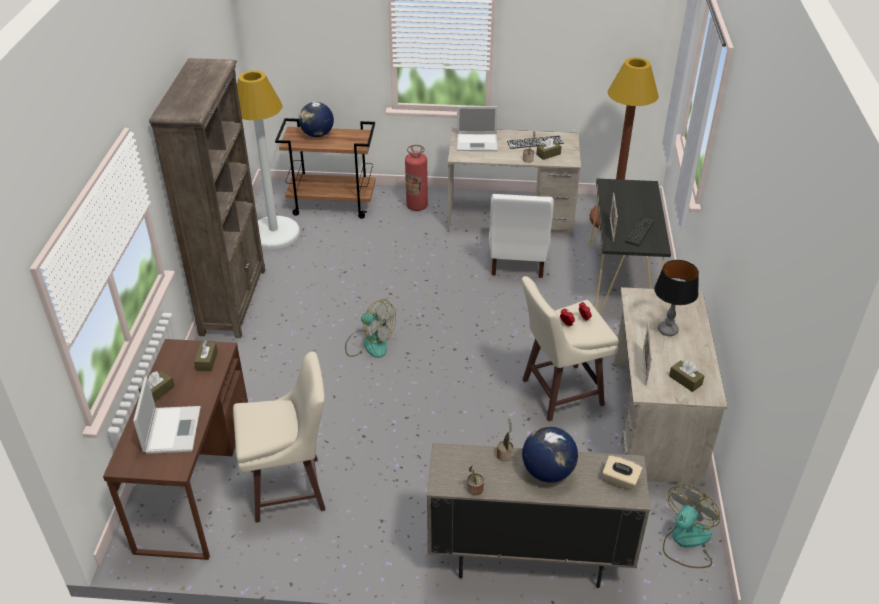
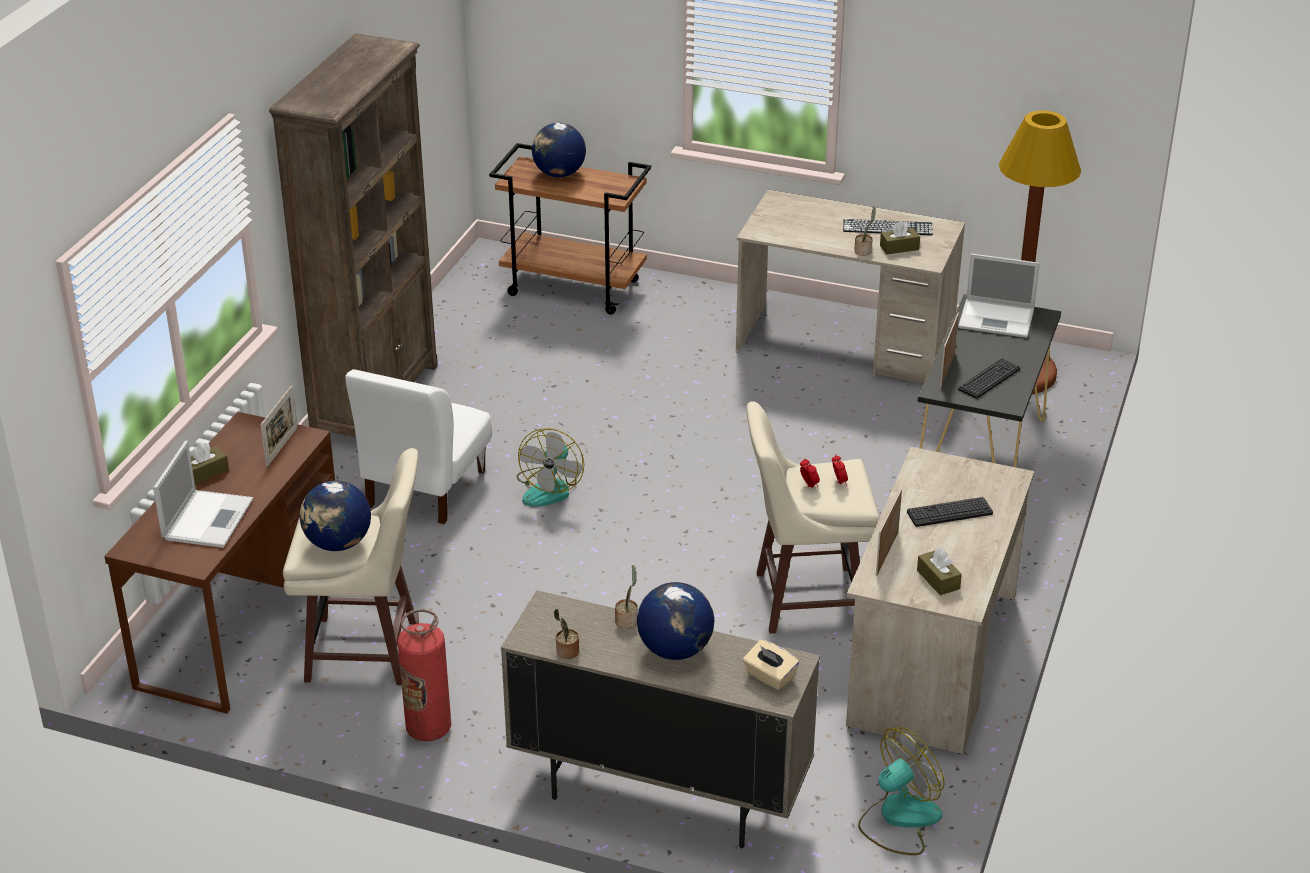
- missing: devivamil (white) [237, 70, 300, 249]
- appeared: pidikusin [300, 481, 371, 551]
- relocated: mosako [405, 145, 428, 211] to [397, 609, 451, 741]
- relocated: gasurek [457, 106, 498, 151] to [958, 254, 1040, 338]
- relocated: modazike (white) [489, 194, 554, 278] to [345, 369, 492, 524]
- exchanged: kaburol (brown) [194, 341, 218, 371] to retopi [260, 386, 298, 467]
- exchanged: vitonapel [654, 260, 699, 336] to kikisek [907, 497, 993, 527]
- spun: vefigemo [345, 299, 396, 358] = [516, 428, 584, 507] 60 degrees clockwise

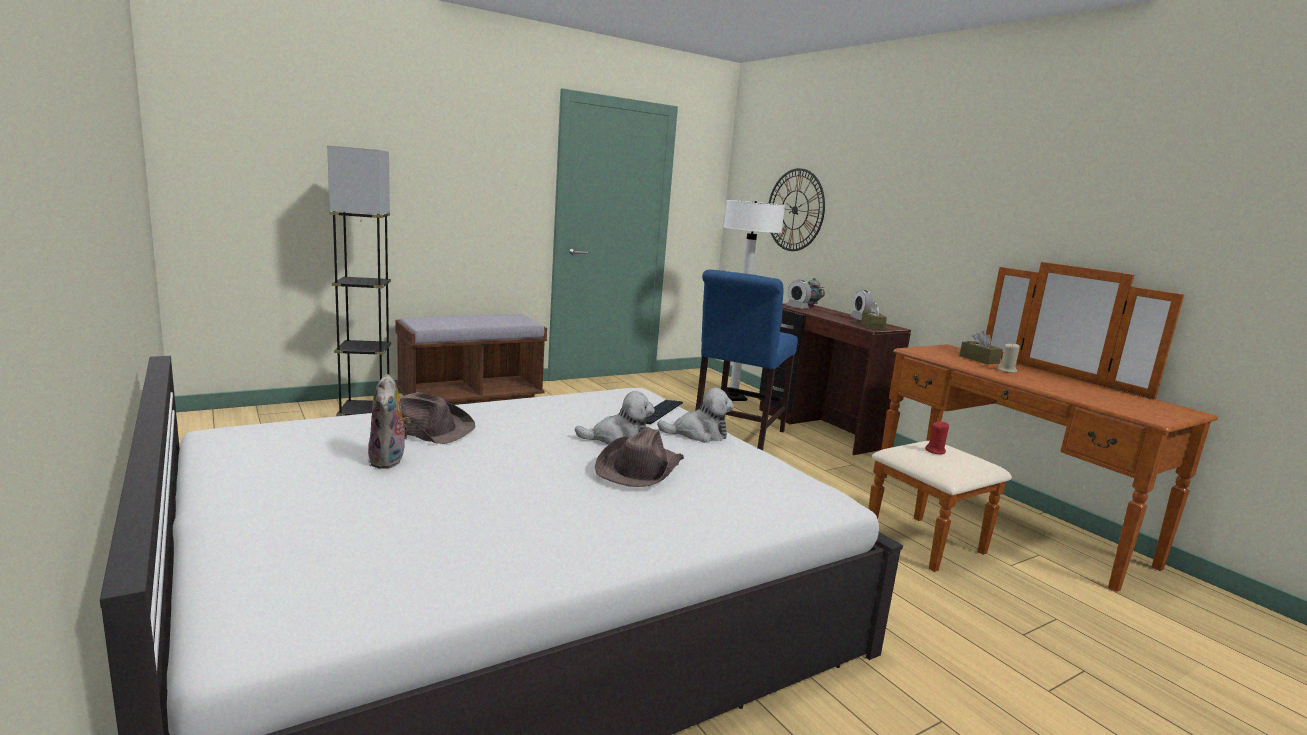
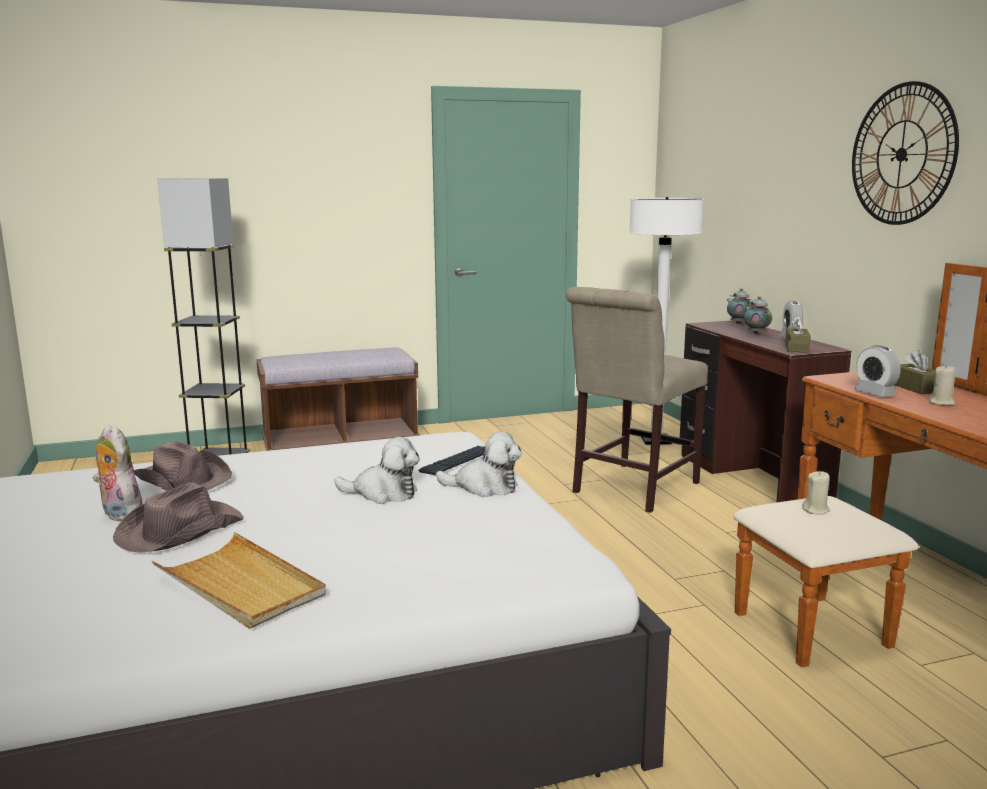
- appeared: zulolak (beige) [152, 532, 326, 629]
- appeared: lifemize [744, 296, 772, 335]
- relocated: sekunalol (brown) [595, 427, 684, 487] to [113, 483, 244, 553]
- relocated: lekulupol [769, 168, 825, 251] to [852, 81, 959, 225]
- relocated: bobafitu [787, 280, 811, 309] to [854, 345, 900, 397]
- colour: modazike (blue) [695, 270, 798, 451] to modazike (beige) [566, 287, 708, 513]
- colour: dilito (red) [925, 421, 949, 454] to dilito (beige) [802, 471, 830, 514]
- spun: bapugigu [368, 374, 411, 469] = [93, 424, 143, 521] 135 degrees clockwise

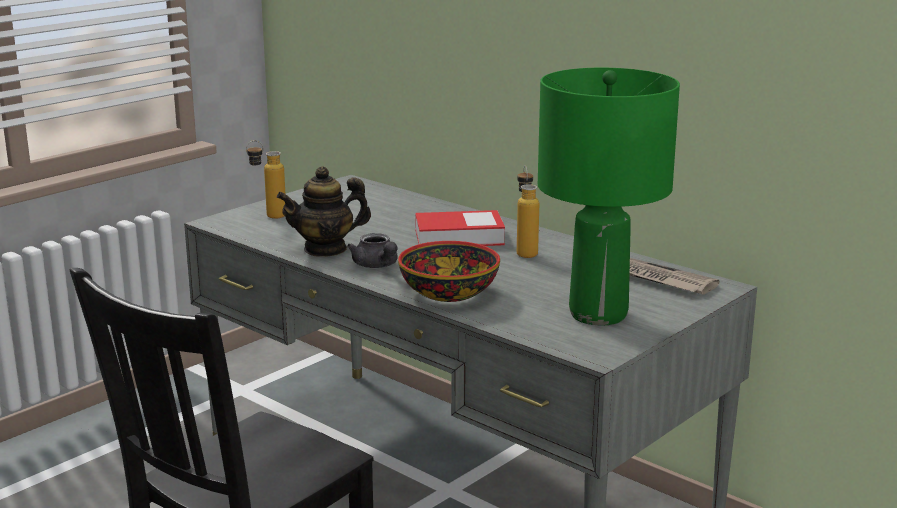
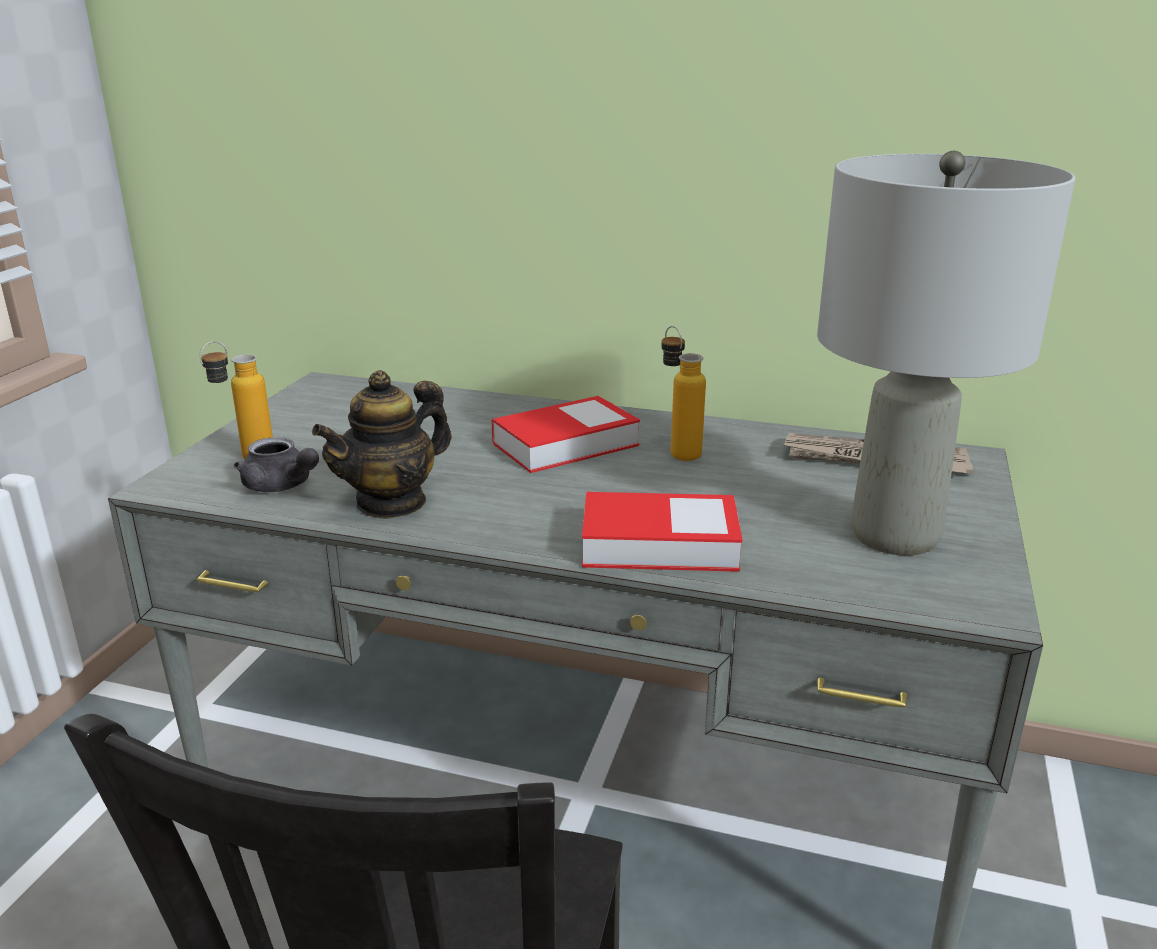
- relocated: lifemize (grey) [347, 233, 398, 268] to [234, 437, 319, 492]
- exchanged: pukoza [398, 241, 500, 302] to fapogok [582, 492, 743, 572]
- colour: vitonapel (green) [538, 68, 680, 326] to vitonapel (grey) [817, 151, 1075, 555]

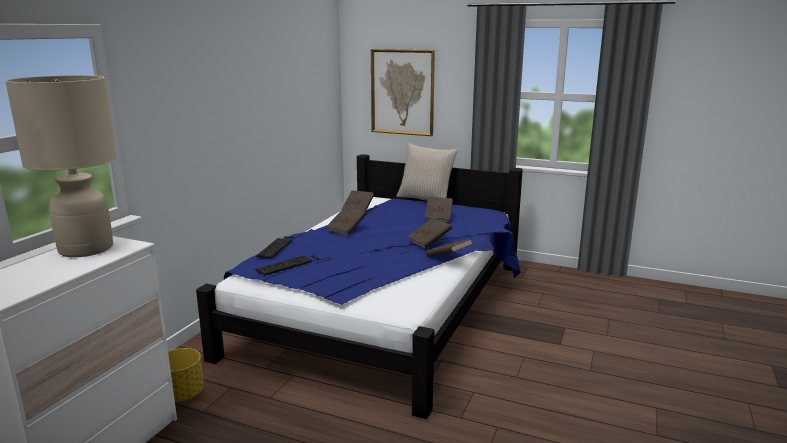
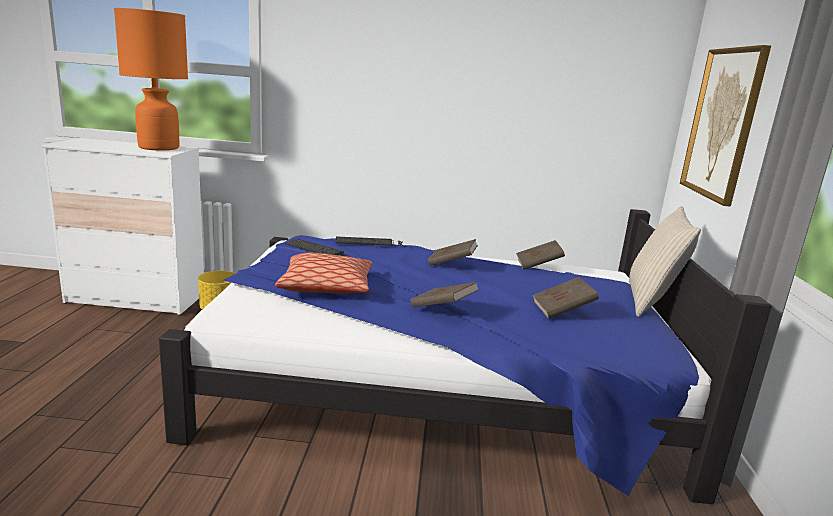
- missing: fapogok (brown) [426, 239, 473, 257]
- appeared: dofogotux [275, 253, 373, 294]
- colour: vitonapel (beige) [5, 75, 117, 257] to vitonapel (orange) [114, 8, 188, 151]

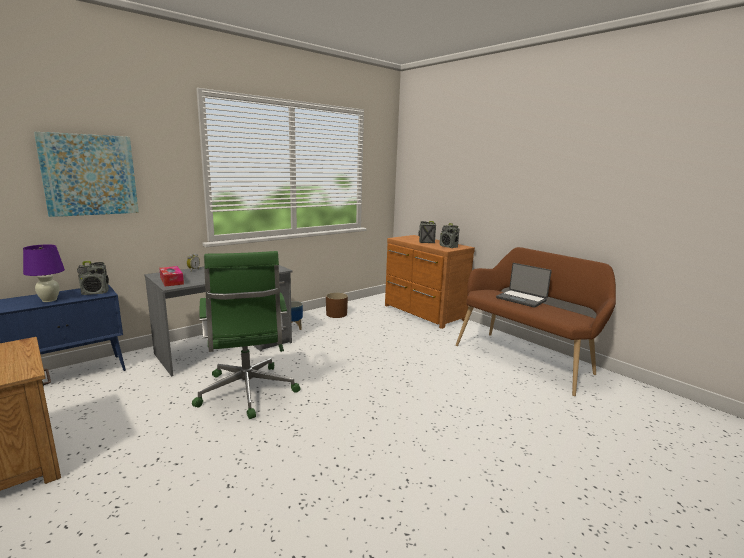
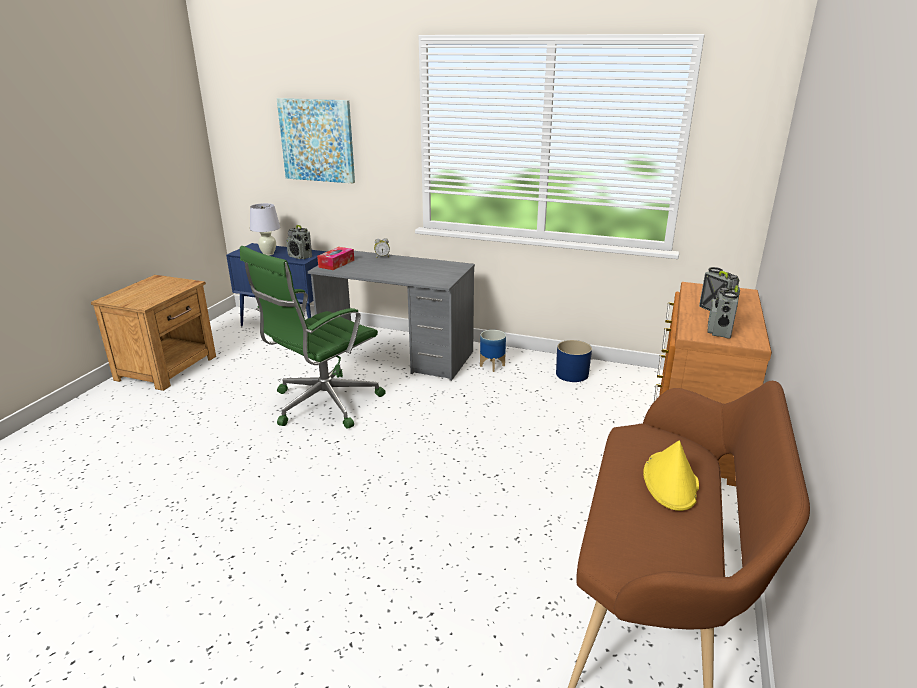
- exchanged: gasurek [496, 263, 552, 308] to sekunalol (yellow) [643, 440, 699, 511]
- colour: vitonapel (purple) [23, 244, 65, 302] to vitonapel (white) [250, 203, 280, 256]
- colour: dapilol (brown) [326, 293, 348, 318] to dapilol (blue) [556, 340, 592, 382]

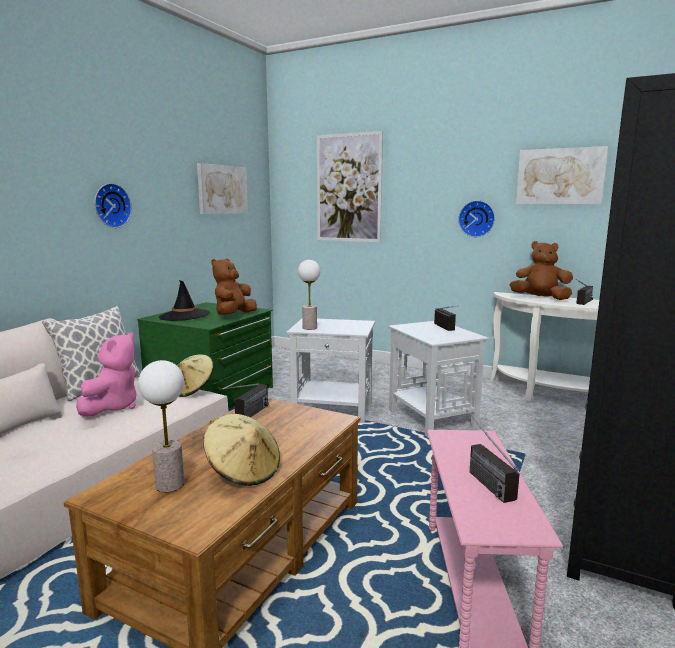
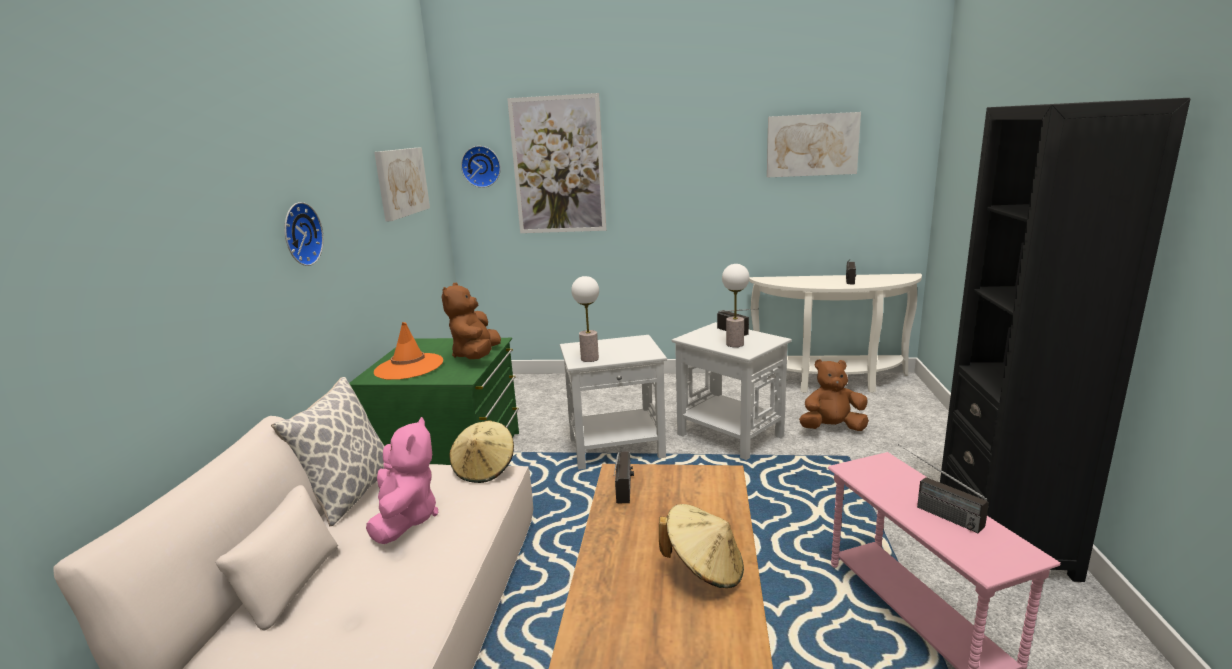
- relocated: vitonapel [138, 360, 184, 492] to [722, 264, 750, 347]
- relocated: lekulupol [458, 200, 495, 237] to [461, 146, 501, 188]
- relocated: bapugigu (brown) [510, 241, 573, 300] to [799, 359, 869, 431]
- colour: sekunalol (black) [159, 280, 210, 321] to sekunalol (orange) [374, 322, 443, 380]

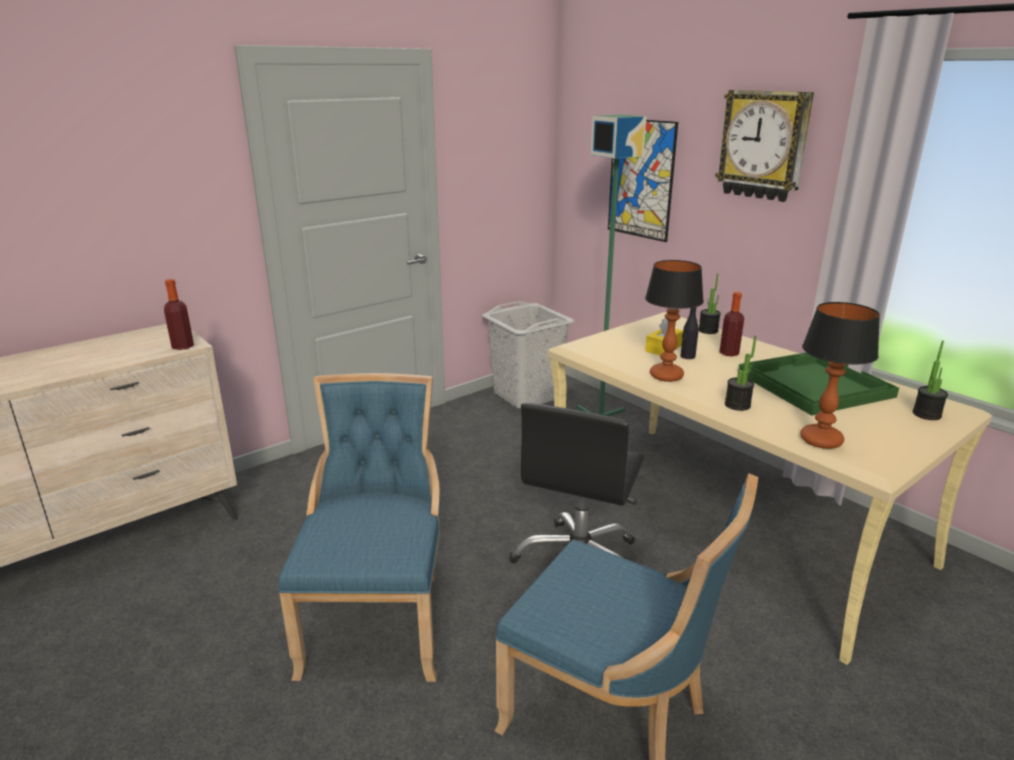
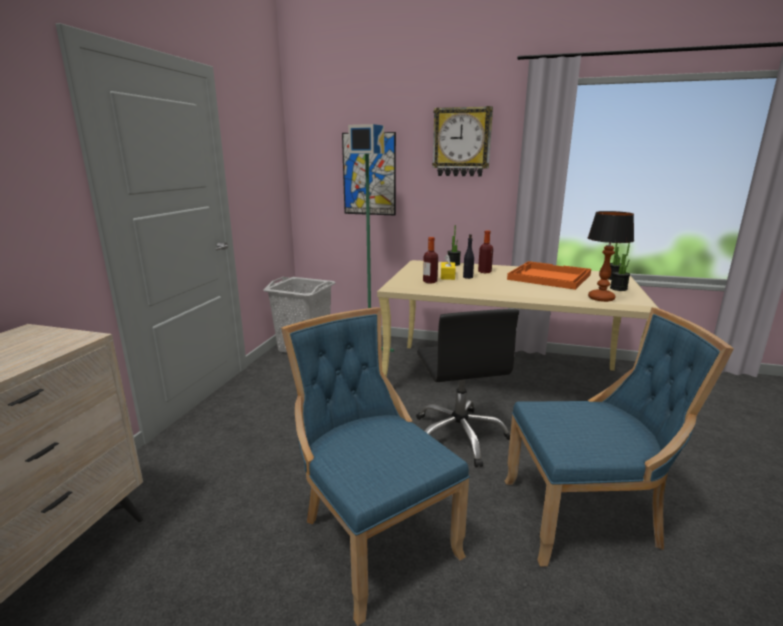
- missing: vitonapel [645, 260, 704, 382]
- relocated: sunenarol [164, 279, 194, 350] to [423, 237, 438, 283]
- relocated: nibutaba [725, 336, 757, 411] to [610, 243, 630, 291]
- colour: zulolak (green) [738, 352, 899, 416] to zulolak (orange) [507, 261, 591, 290]

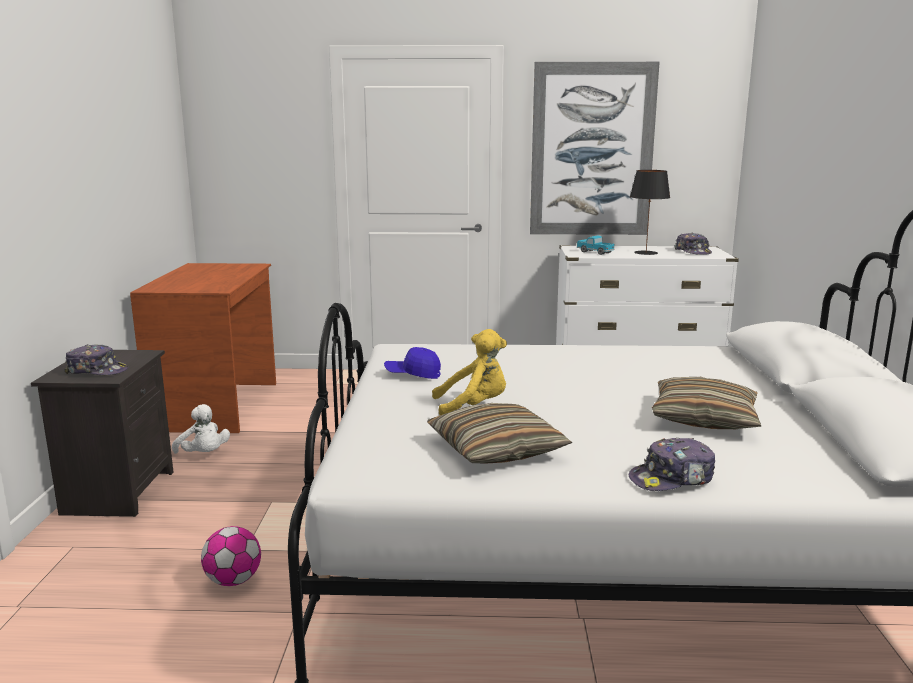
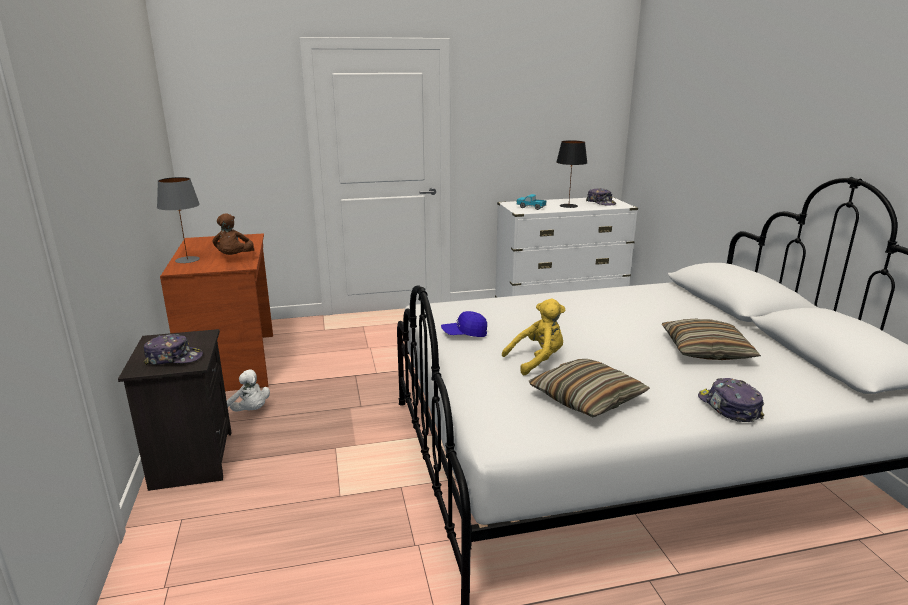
- missing: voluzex [201, 526, 261, 586]
- missing: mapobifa [530, 62, 660, 235]
- appeared: vitonapel (grey) [157, 177, 200, 263]
- appeared: bapugigu (brown) [213, 213, 254, 255]
- spun: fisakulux [629, 437, 715, 491] = [698, 378, 764, 422] 105 degrees clockwise

